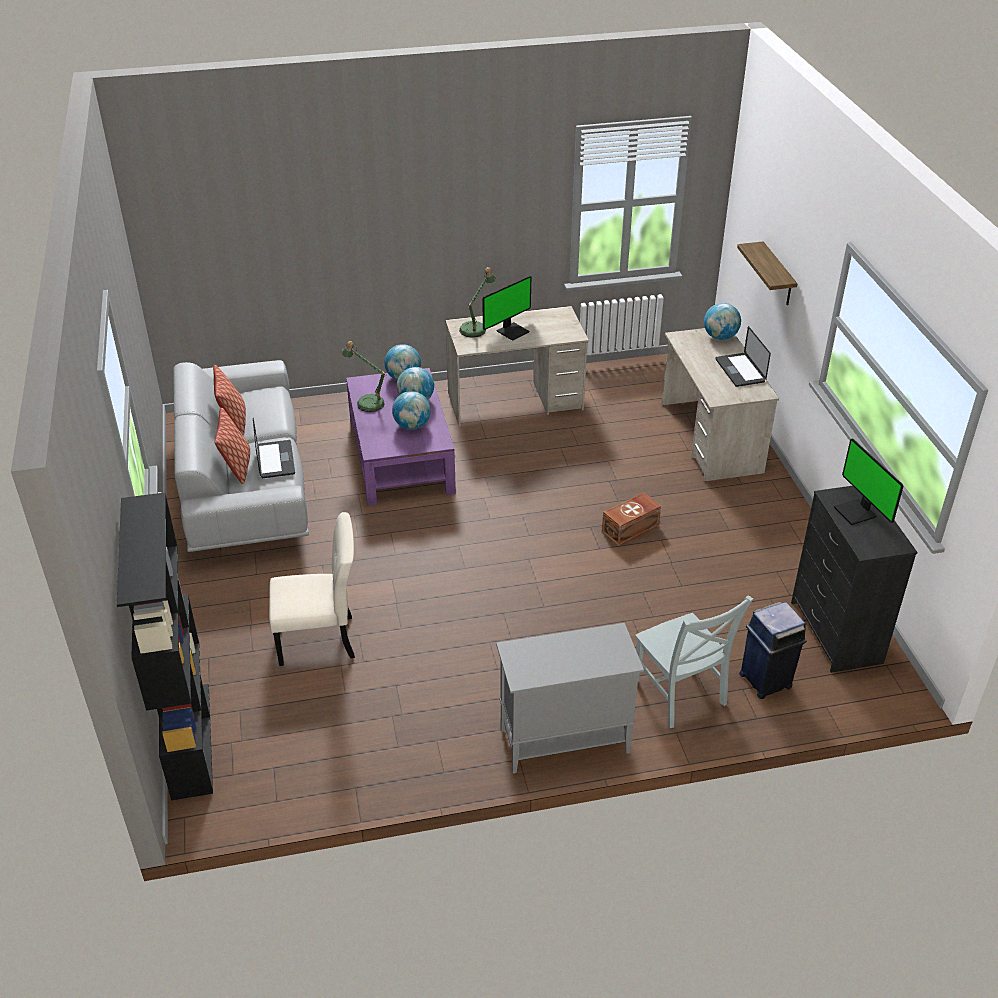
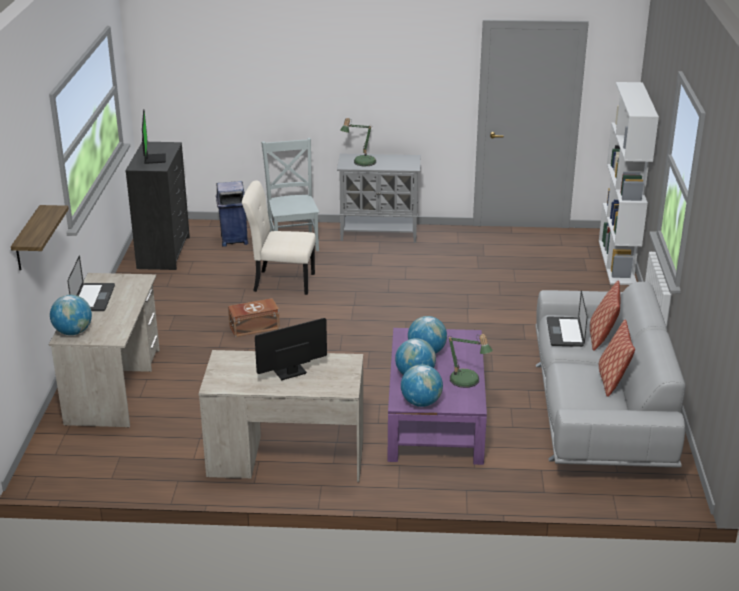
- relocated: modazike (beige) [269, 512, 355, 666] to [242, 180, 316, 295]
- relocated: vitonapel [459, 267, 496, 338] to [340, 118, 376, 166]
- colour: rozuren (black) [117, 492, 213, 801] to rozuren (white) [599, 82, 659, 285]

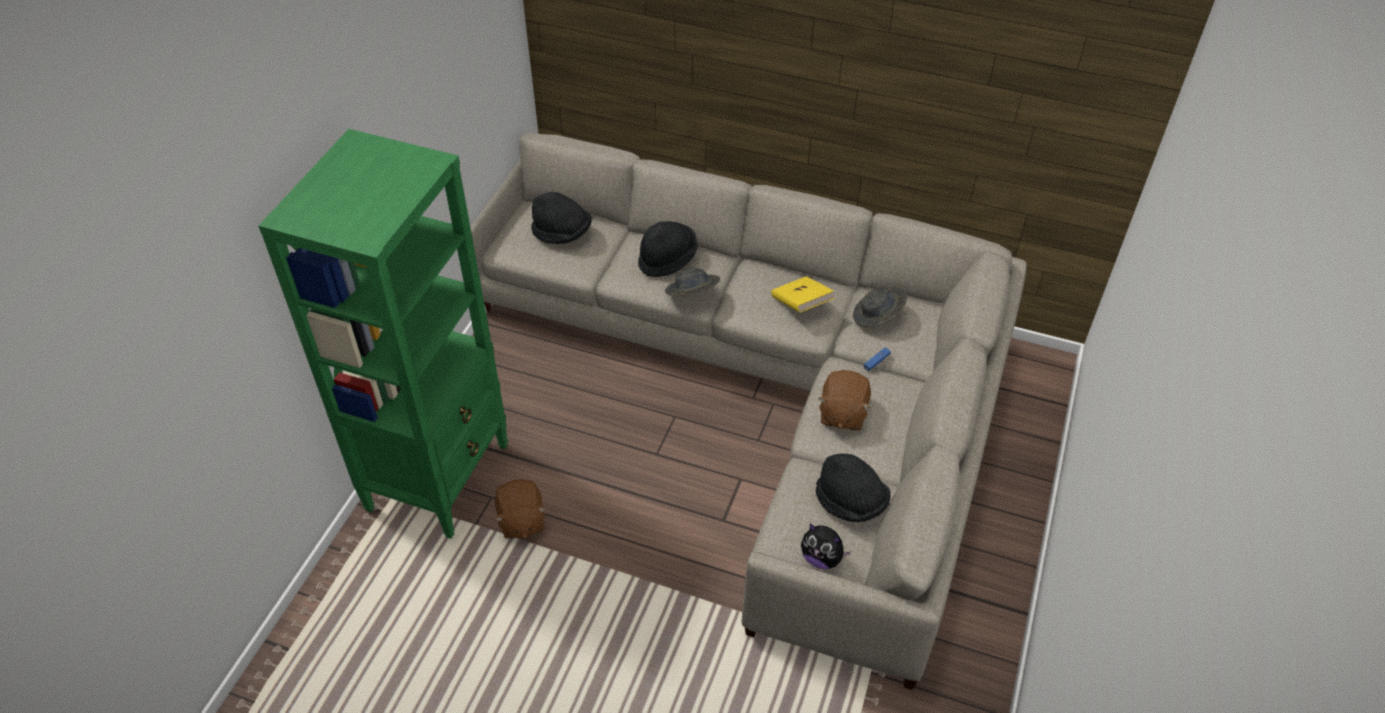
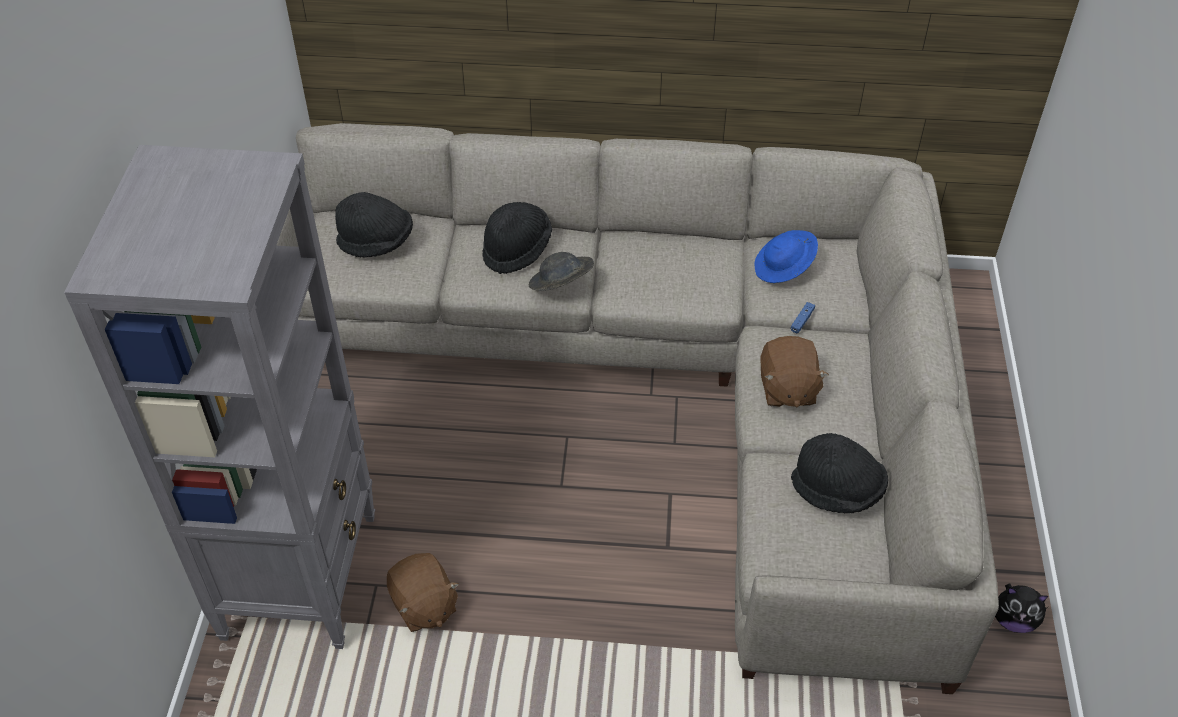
- missing: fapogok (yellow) [771, 276, 835, 313]
- relocated: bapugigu [801, 524, 851, 569] to [995, 584, 1049, 633]
- colour: rozuren (green) [259, 129, 508, 539] to rozuren (grey) [64, 145, 375, 649]
- colour: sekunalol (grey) [853, 286, 907, 327] to sekunalol (blue) [754, 230, 818, 283]

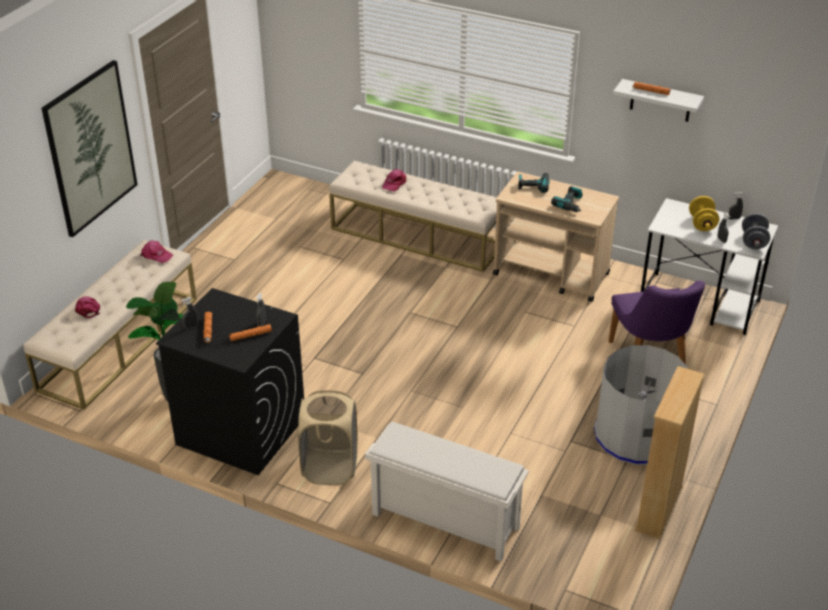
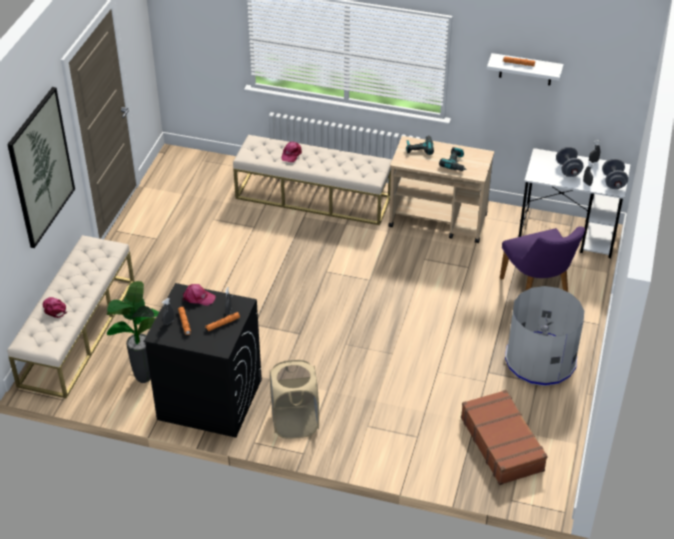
- missing: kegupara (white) [365, 422, 529, 562]
- missing: rozuren (beige) [634, 366, 704, 539]
- appeared: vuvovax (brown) [461, 390, 548, 485]
- relocated: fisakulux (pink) [140, 241, 173, 263] to [183, 284, 216, 306]
- colour: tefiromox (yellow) [689, 196, 719, 231] to tefiromox (grey) [556, 146, 584, 177]

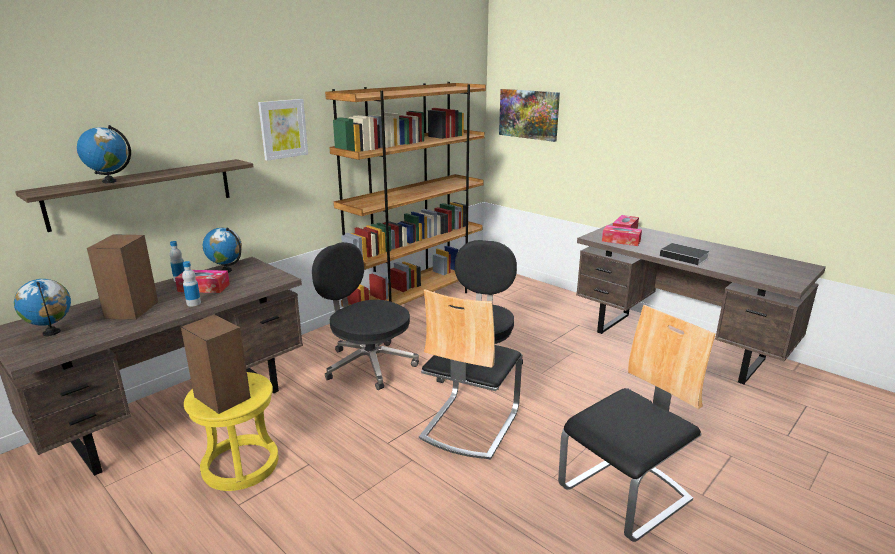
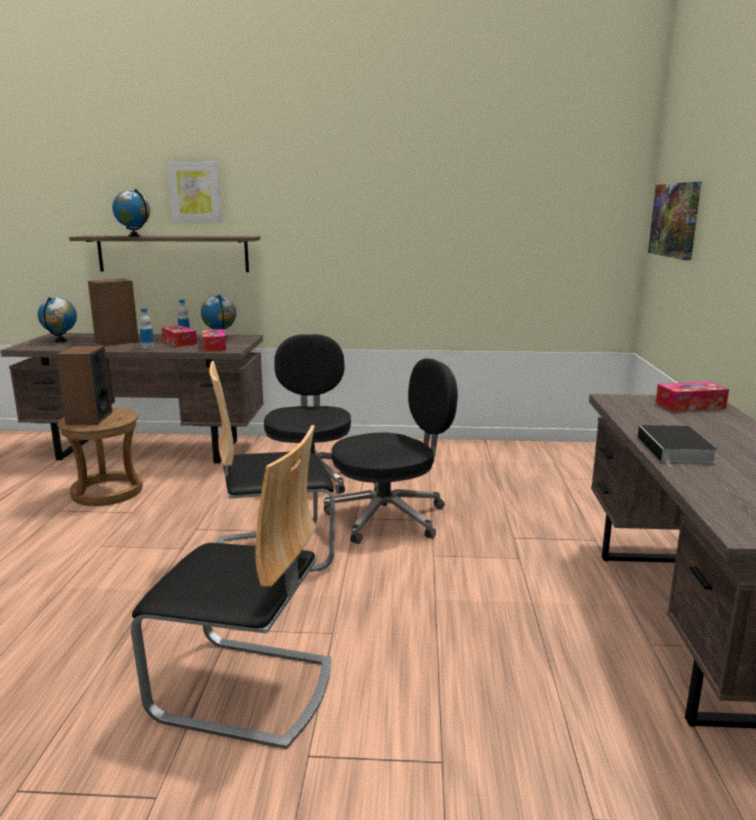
- missing: rozuren (brown) [325, 82, 486, 307]
- relocated: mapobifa [258, 99, 308, 161] to [167, 162, 222, 222]
- relocated: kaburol [602, 225, 642, 246] to [202, 329, 226, 351]
- colour: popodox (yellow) [184, 372, 279, 491] to popodox (brown) [57, 408, 143, 506]

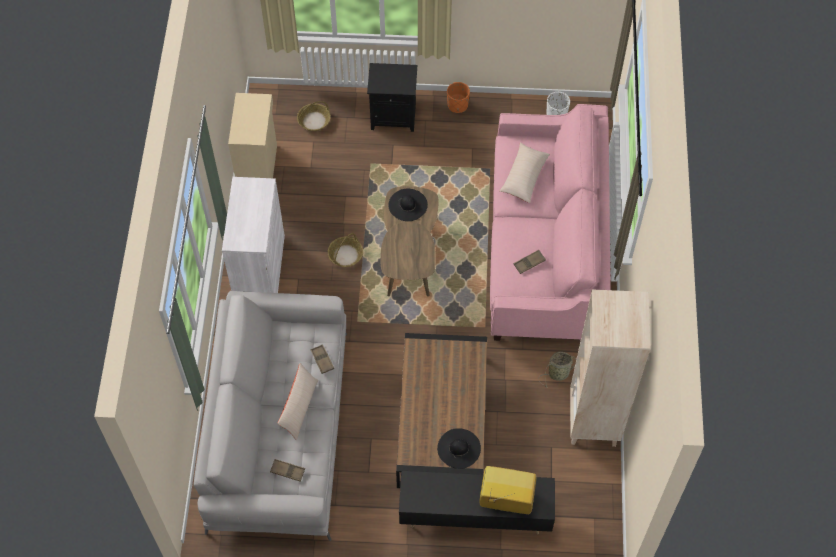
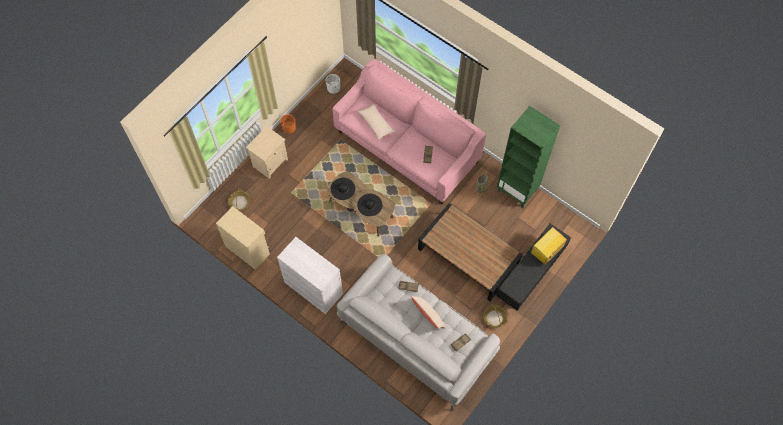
- relocated: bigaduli [328, 233, 363, 267] to [483, 304, 507, 328]
- relocated: sekunalol (black) [437, 428, 481, 469] to [357, 194, 382, 216]
- colour: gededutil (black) [367, 63, 417, 132] to gededutil (beige) [246, 126, 288, 179]
- colour: rozuren (beige) [570, 289, 651, 447] to rozuren (green) [497, 106, 560, 208]

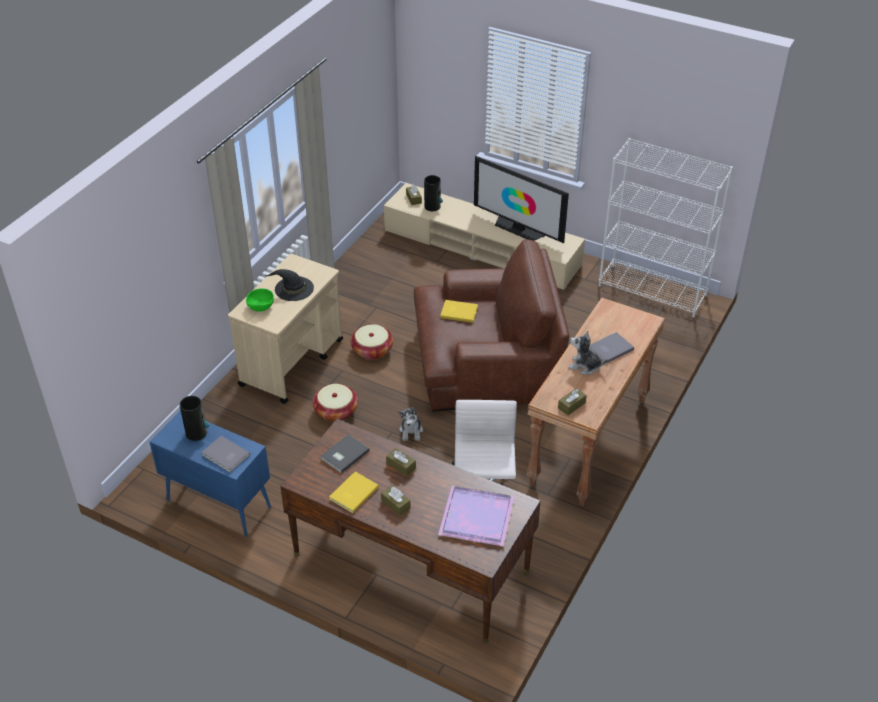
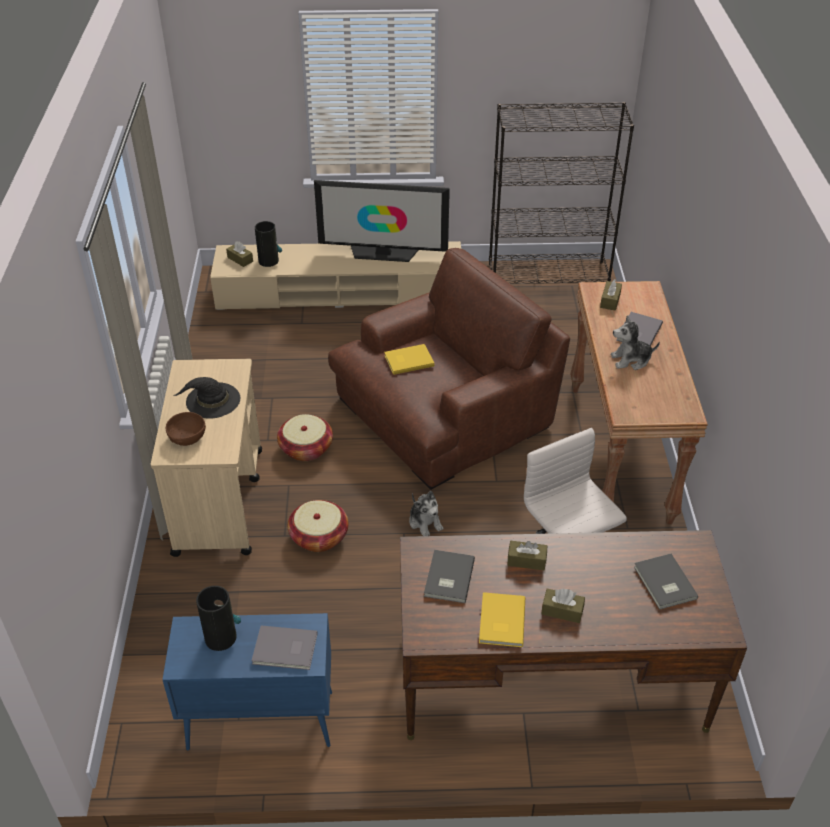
- relocated: kaburol (brown) [558, 388, 587, 415] to [600, 279, 622, 311]
- exchanged: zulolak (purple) [438, 486, 515, 547] to fapogok (grey) [634, 554, 698, 610]
- colour: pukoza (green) [246, 289, 274, 312] to pukoza (brown) [166, 412, 206, 446]
- colour: rozuren (white) [598, 138, 733, 318] to rozuren (black) [489, 102, 634, 284]

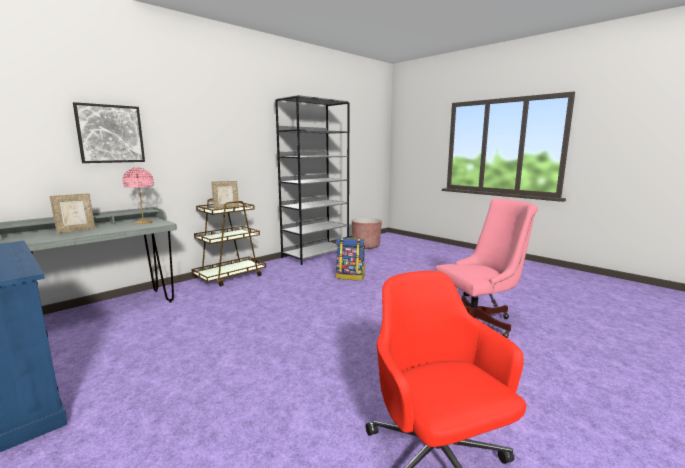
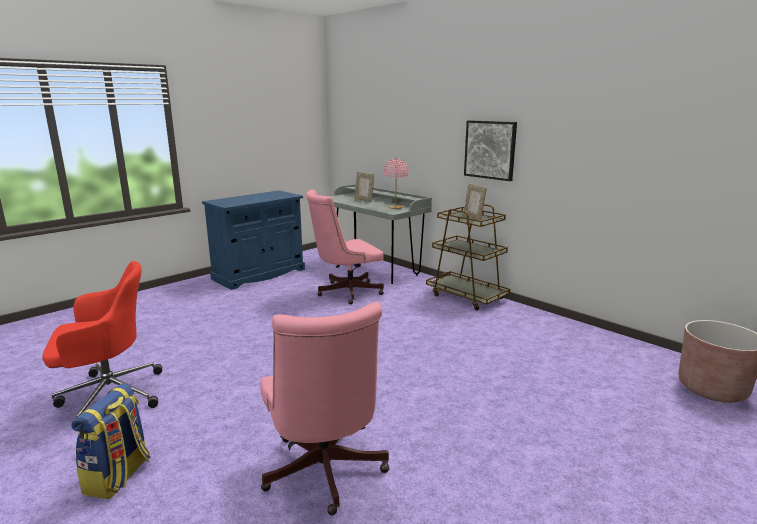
- missing: rozuren (grey) [275, 95, 349, 265]
- appeared: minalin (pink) [306, 189, 384, 304]
- relocated: mapobifa [73, 102, 145, 163] to [464, 120, 517, 181]
- relocated: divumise [336, 237, 365, 280] to [71, 384, 151, 499]

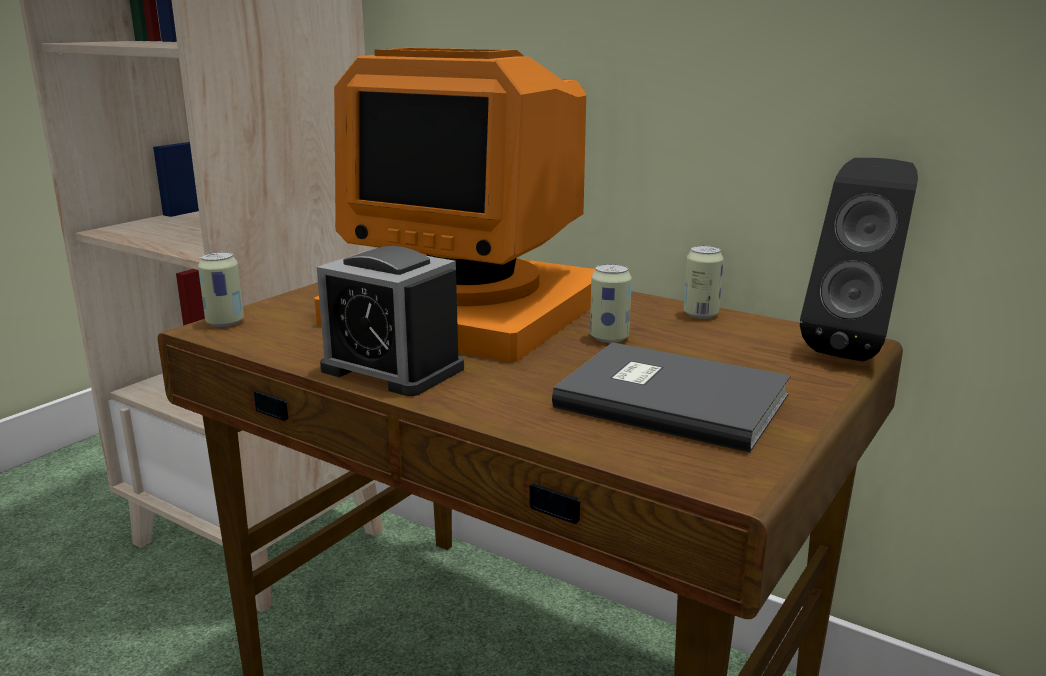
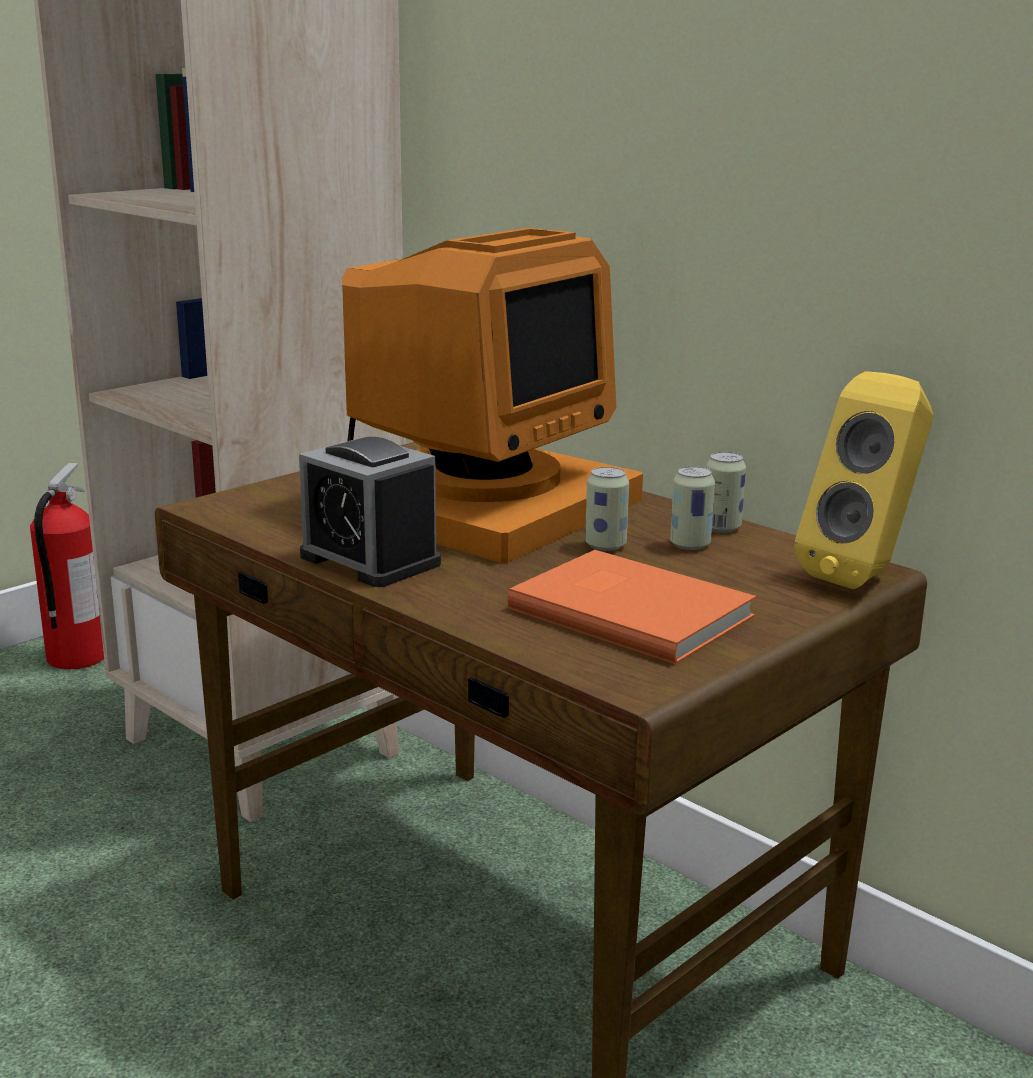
- appeared: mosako [30, 462, 104, 669]
- relocated: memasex [198, 252, 244, 327] to [670, 467, 715, 550]
- colour: fapogok (grey) [552, 342, 791, 453] to fapogok (orange) [507, 550, 756, 664]
- colour: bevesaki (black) [800, 158, 918, 361] to bevesaki (yellow) [794, 371, 933, 589]
- spun: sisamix [314, 48, 596, 362] = [342, 228, 643, 563] 90 degrees counterclockwise

